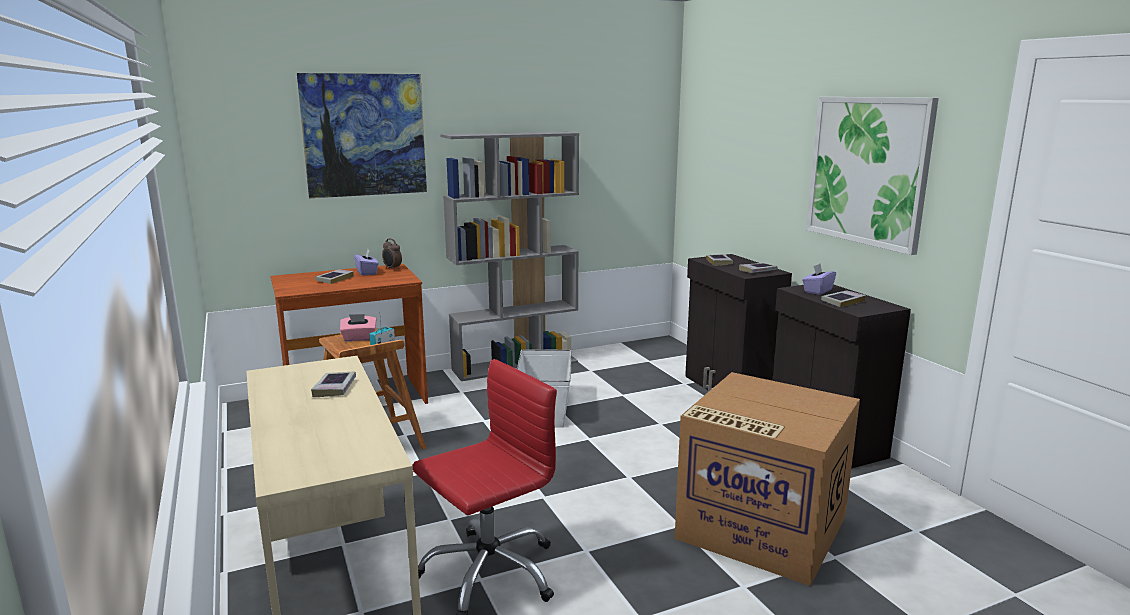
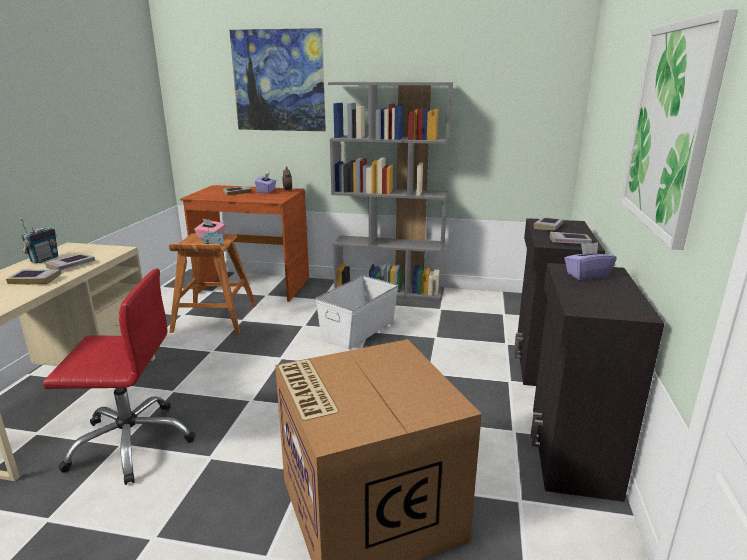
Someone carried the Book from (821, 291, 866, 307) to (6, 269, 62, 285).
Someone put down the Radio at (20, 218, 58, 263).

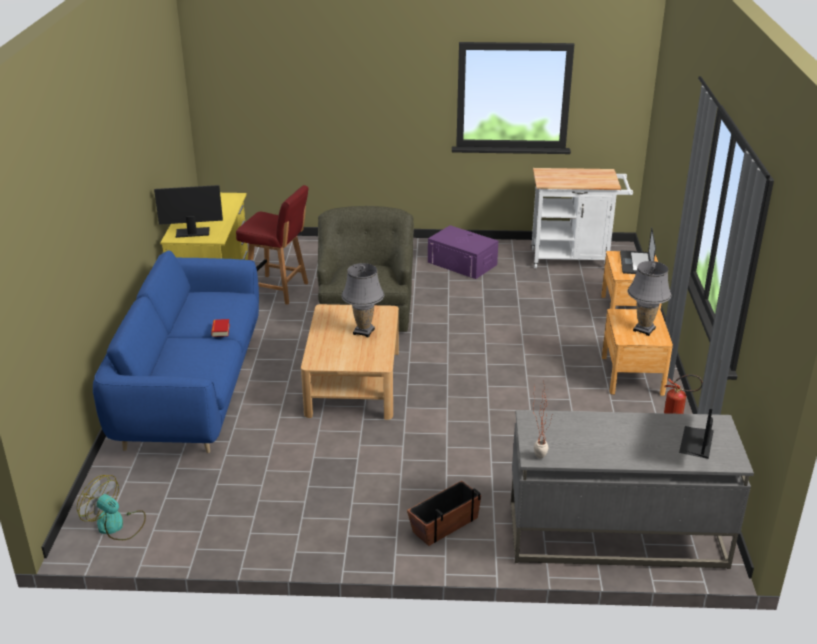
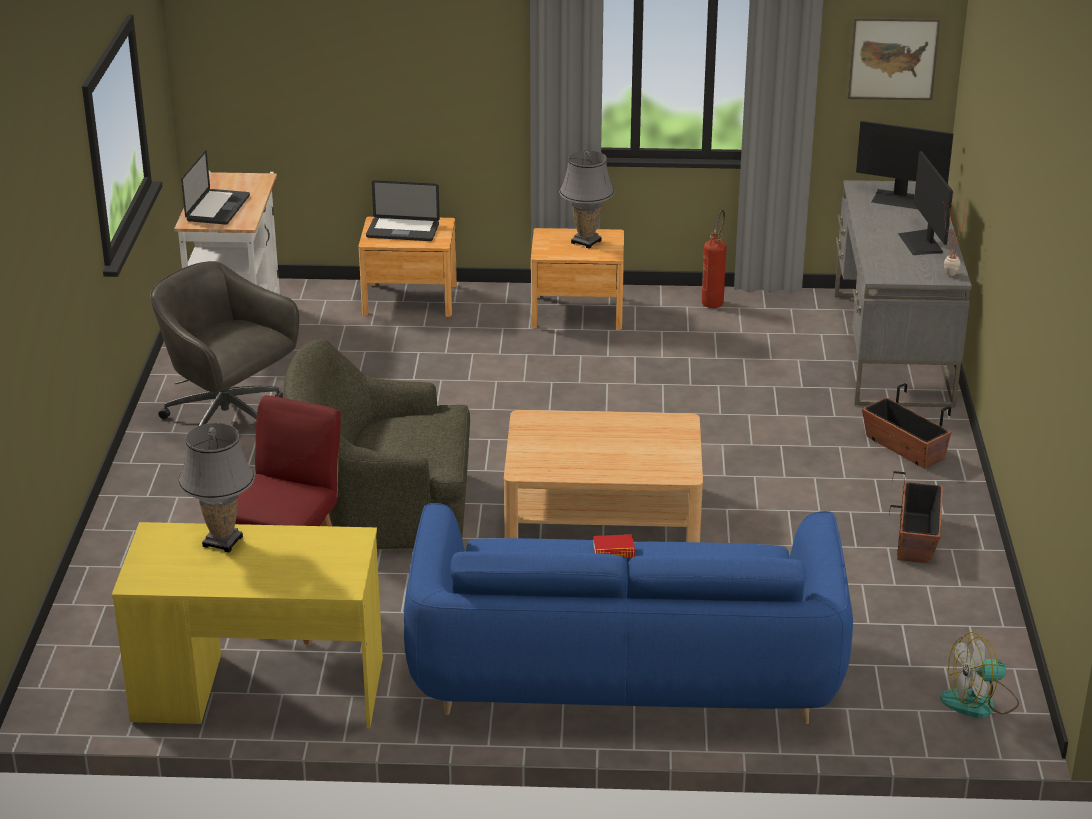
Someone carried the Monitor from (154, 185, 223, 238) to (898, 151, 953, 255).
Someone swapped the PurpleStorageBox at (428, 225, 498, 279) for the GreyOfficeChair at (150, 261, 299, 426).
Someone carried the GreyTableLamp from (342, 263, 384, 338) to (178, 423, 255, 553).
Someone rotated the Fan at (77, 475, 146, 540) by 45 degrees clockwise.
Someone put up the Picture at (847, 18, 940, 100).
Someone put down the Laptop at (181, 150, 250, 225).
Someone put down the Planter at (889, 471, 943, 563).

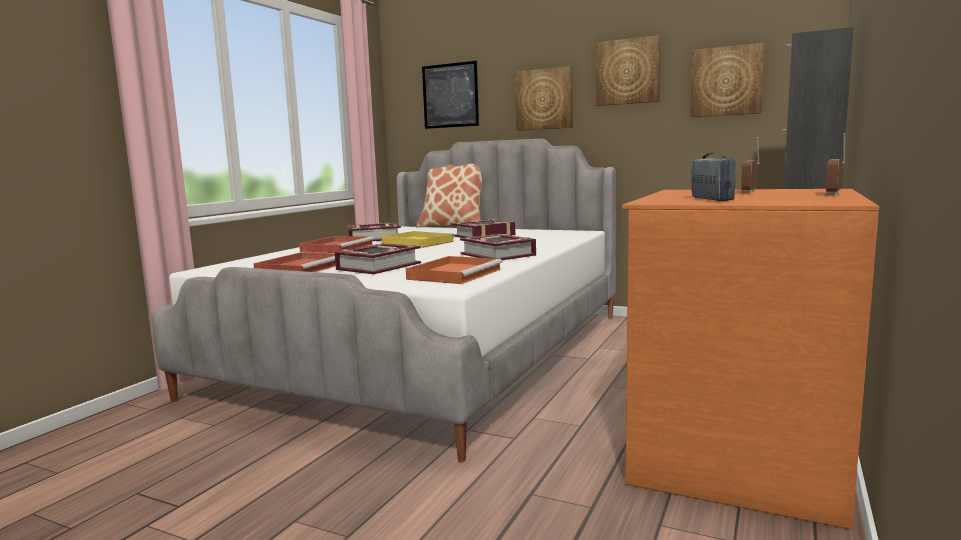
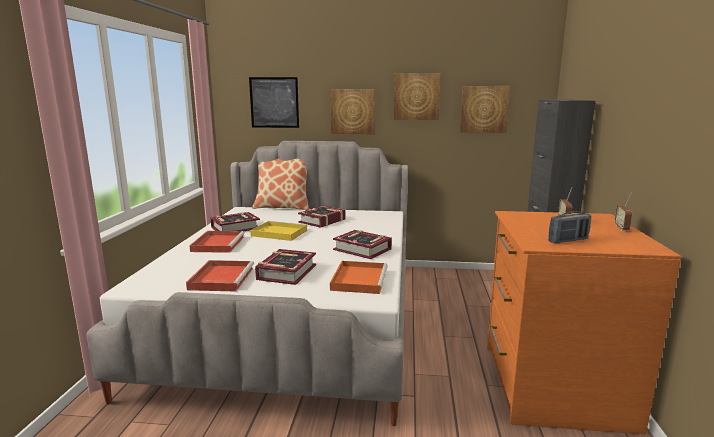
Someone rotated the Radio at (691, 153, 736, 201) by 90 degrees clockwise.

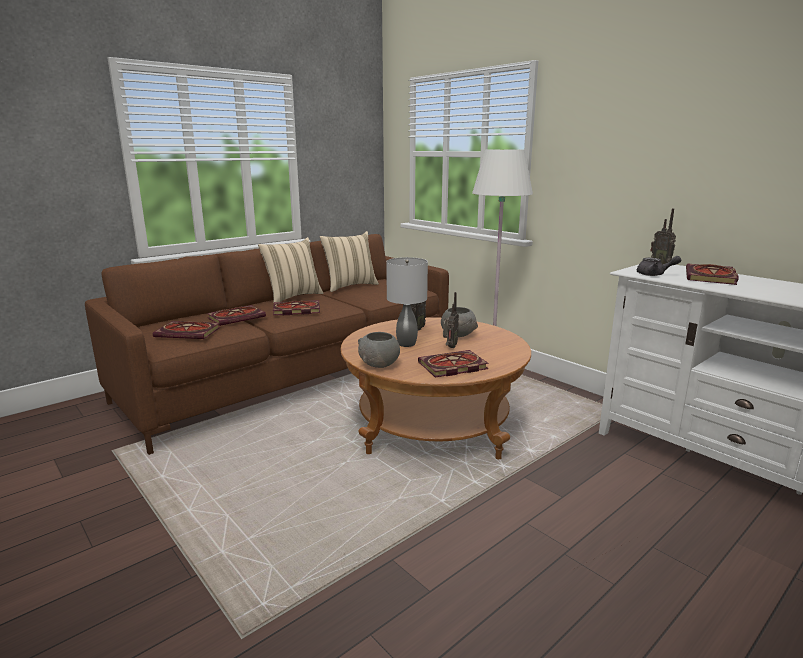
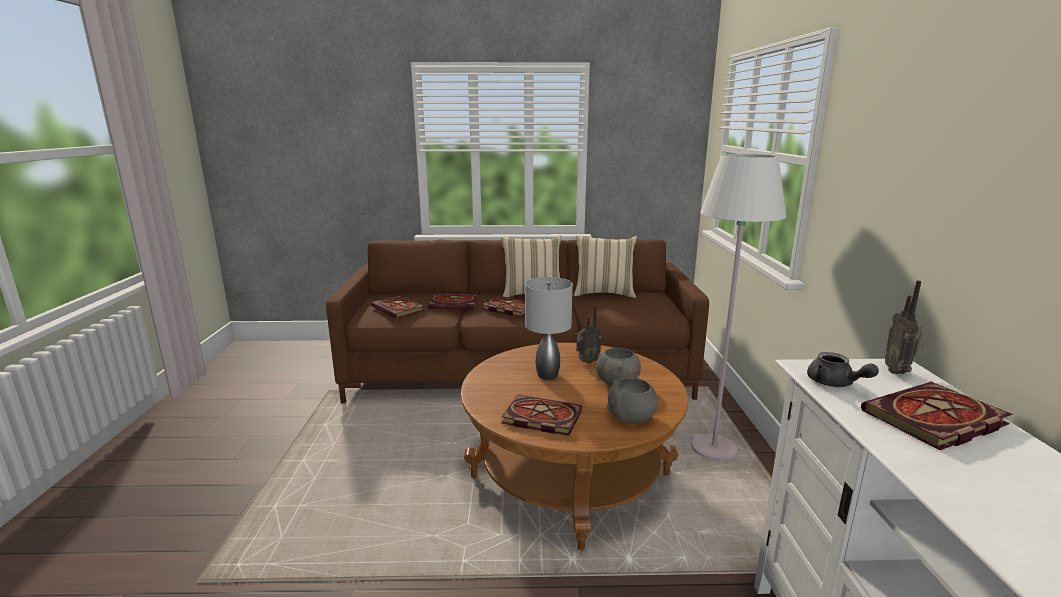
Someone took away the Radio at (443, 292, 459, 348).
Someone carried the GreyBowl from (358, 332, 400, 368) to (606, 377, 658, 424).

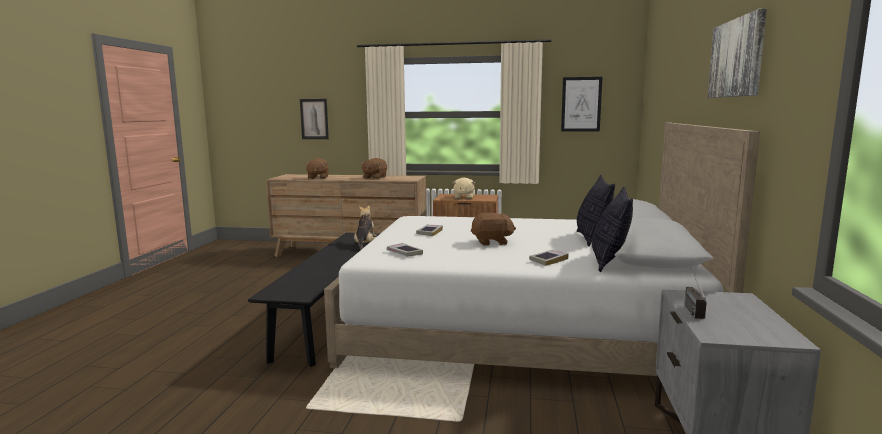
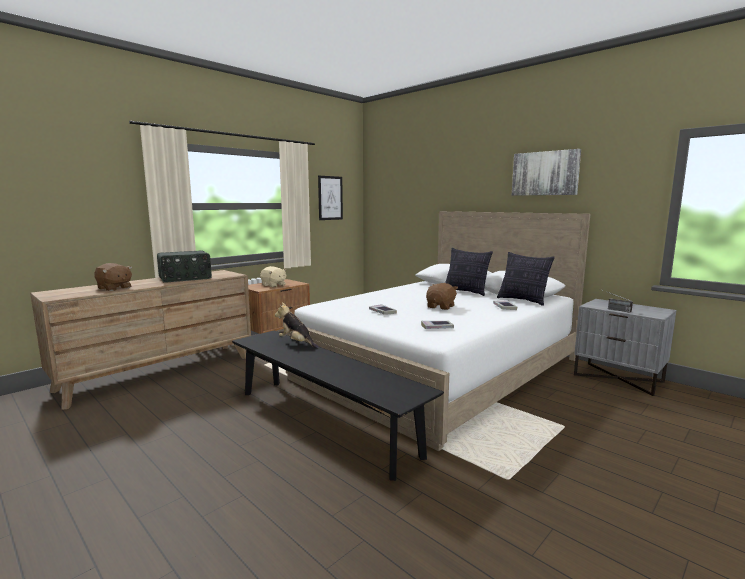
Someone took away the Picture at (300, 99, 329, 139).
Someone swapped the BrownPlushToy at (361, 158, 387, 179) for the Radio at (157, 251, 212, 283).

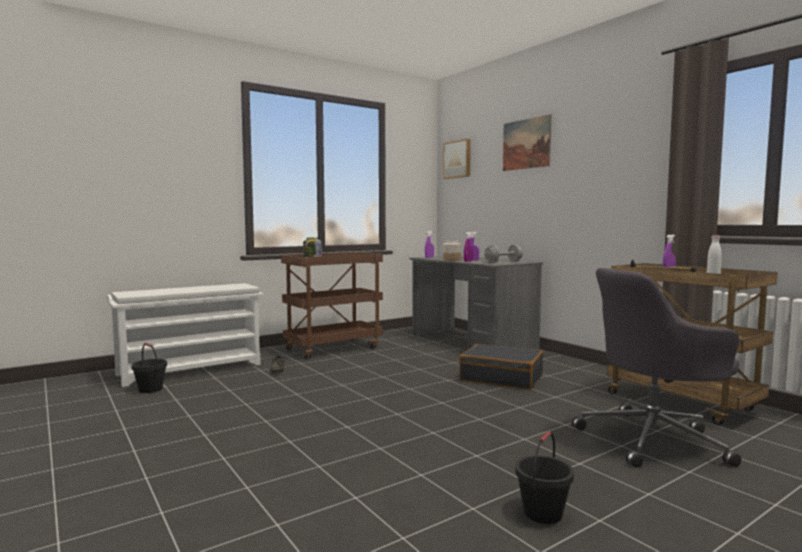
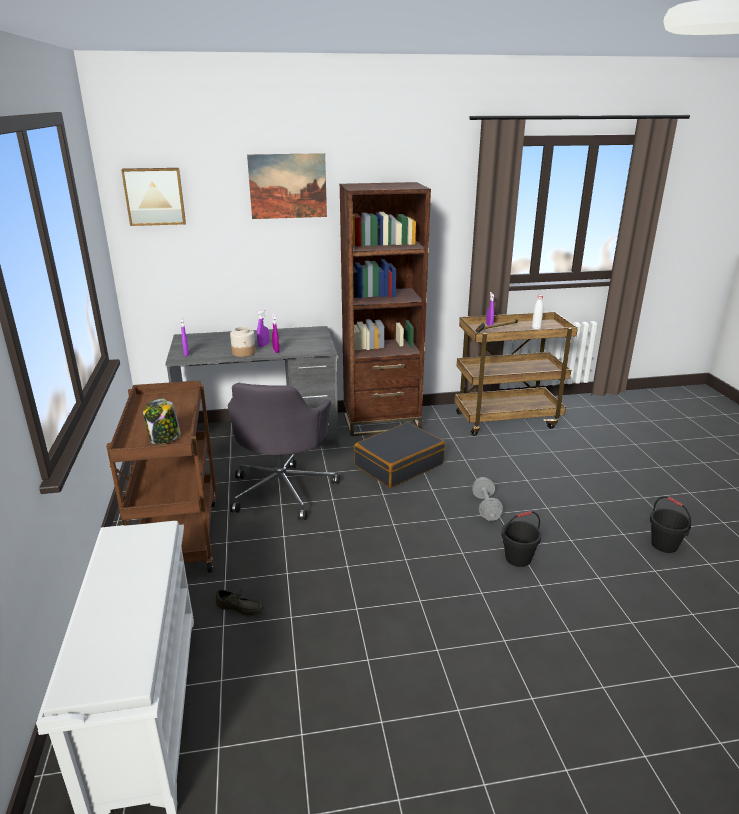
Someone carried the GreyDumbbell from (484, 245, 523, 263) to (472, 477, 503, 521).
Someone carried the GreyOfficeChair from (572, 268, 741, 467) to (228, 383, 340, 520).
Someone carried the BlackBucket from (131, 343, 167, 393) to (501, 511, 541, 567).
Someone put down the BrownBookcase at (340, 182, 431, 436).

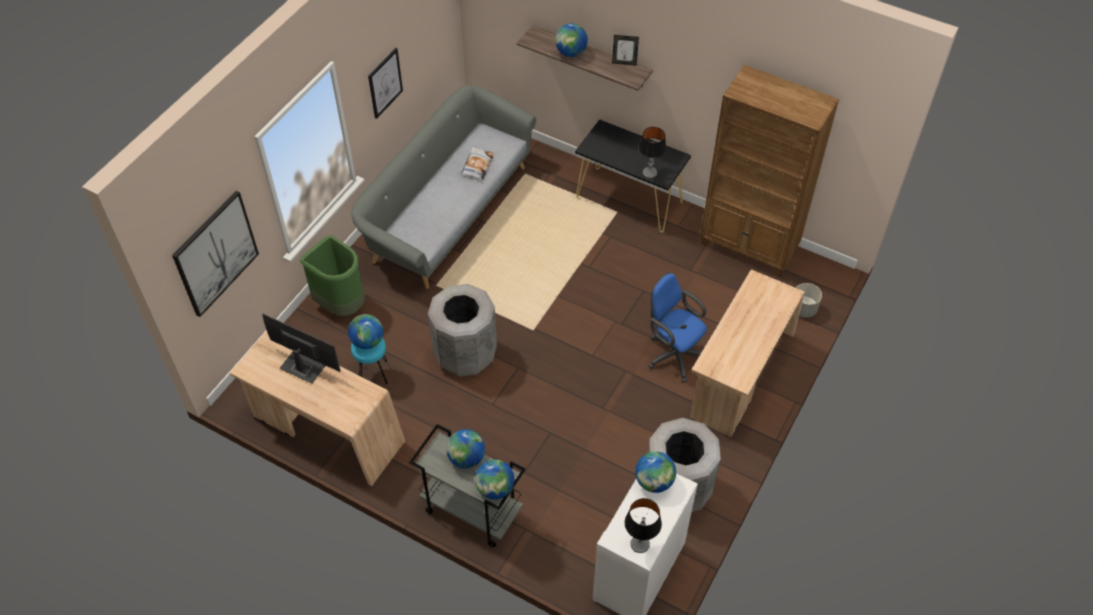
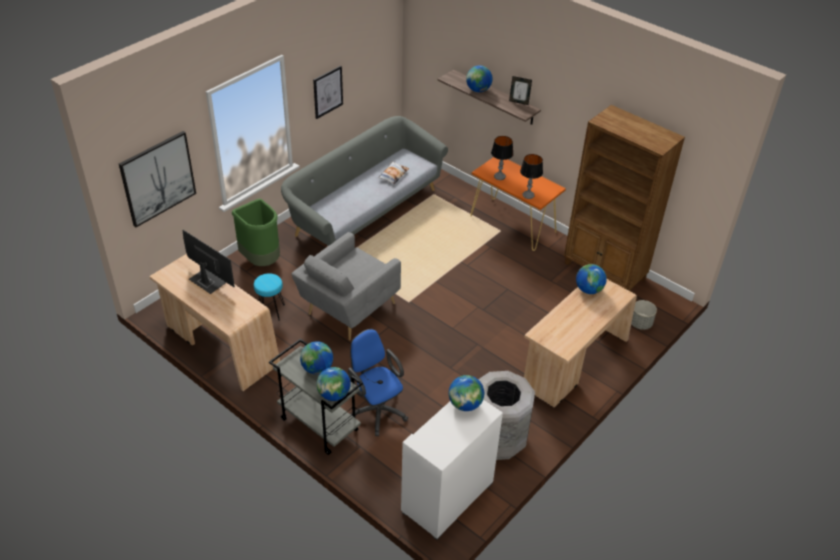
Someone repainted the BlackConsoleTable at (575, 119, 691, 233), which became the OrangeConsoleTable at (470, 157, 566, 251).
Someone carried the BlueOfficeChair from (648, 273, 707, 382) to (348, 329, 408, 436).
Someone swapped the GreyTrashCan at (428, 284, 497, 377) for the GreyArmchair at (291, 232, 401, 341).
Someone carried the Globe from (348, 314, 383, 349) to (576, 264, 607, 294).
Someone carried the TableLamp from (625, 498, 662, 553) to (491, 136, 513, 180).

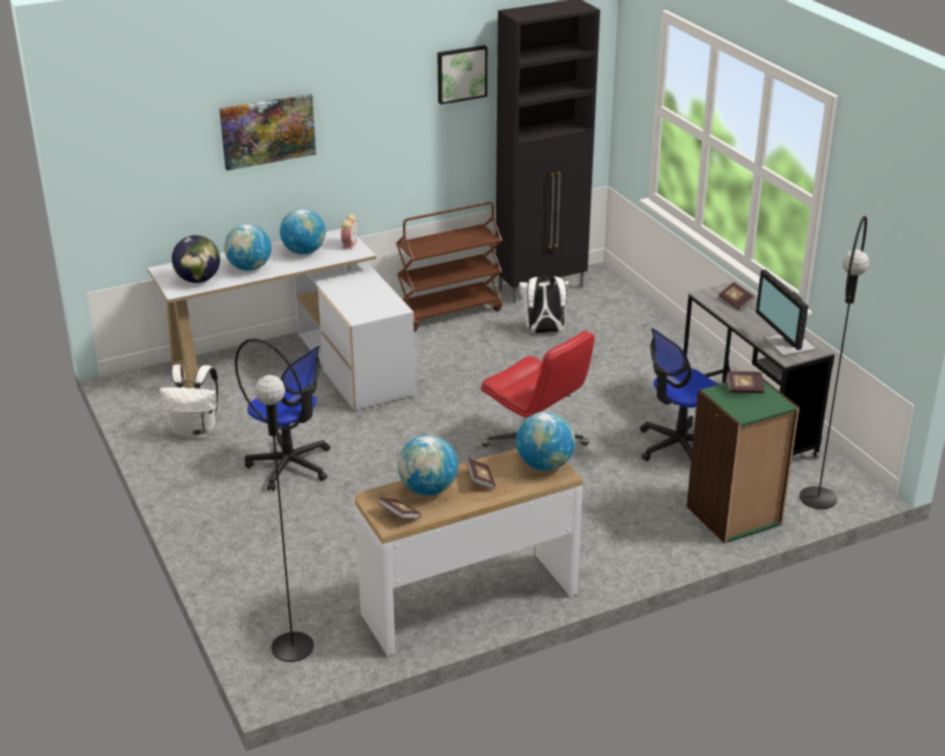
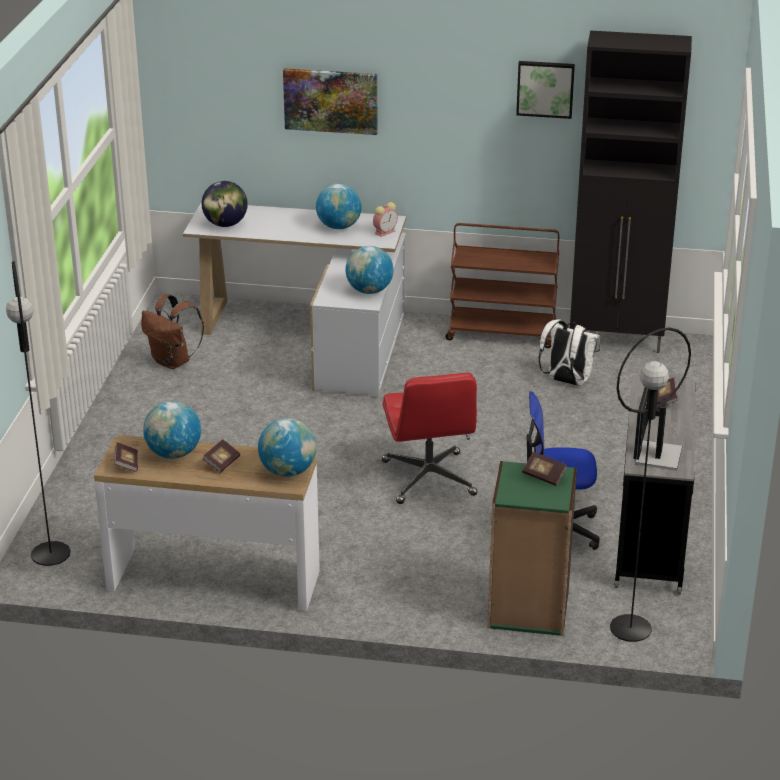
Someone carried the Globe from (224, 224, 271, 271) to (345, 246, 393, 294).
Someone took away the OfficeChair at (245, 346, 330, 491).
Someone repainted the WhiteBackpack at (159, 364, 218, 438), which became the BrownBackpack at (141, 294, 204, 369).

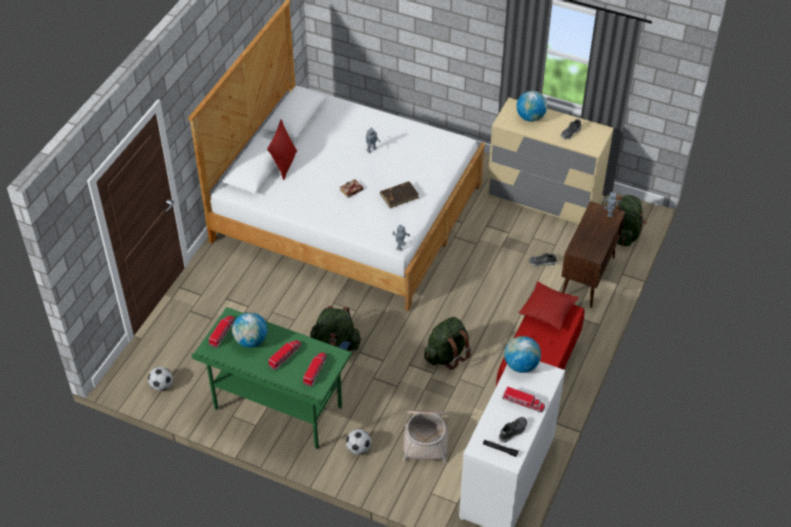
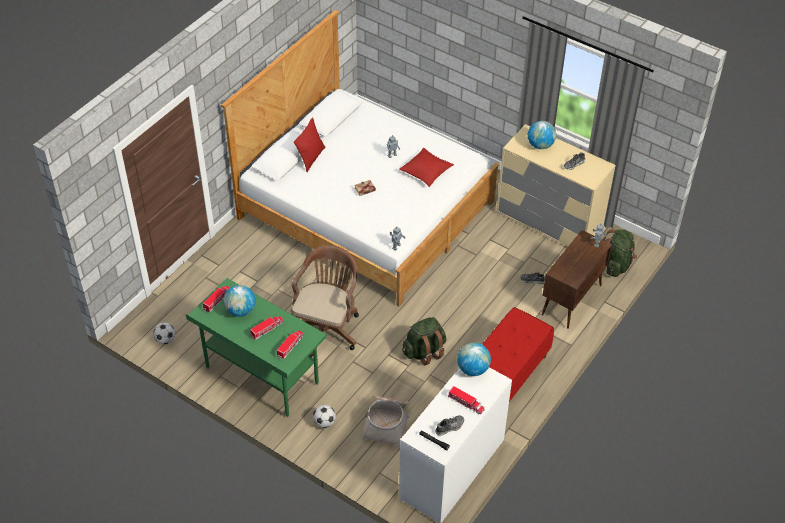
Someone took away the BrownBook at (380, 181, 419, 208).
Someone carried the RedPillow from (518, 281, 579, 330) to (399, 148, 454, 187).
Someone swapped the GreenBackpack at (310, 306, 362, 351) for the BrownOfficeChair at (291, 245, 359, 357).

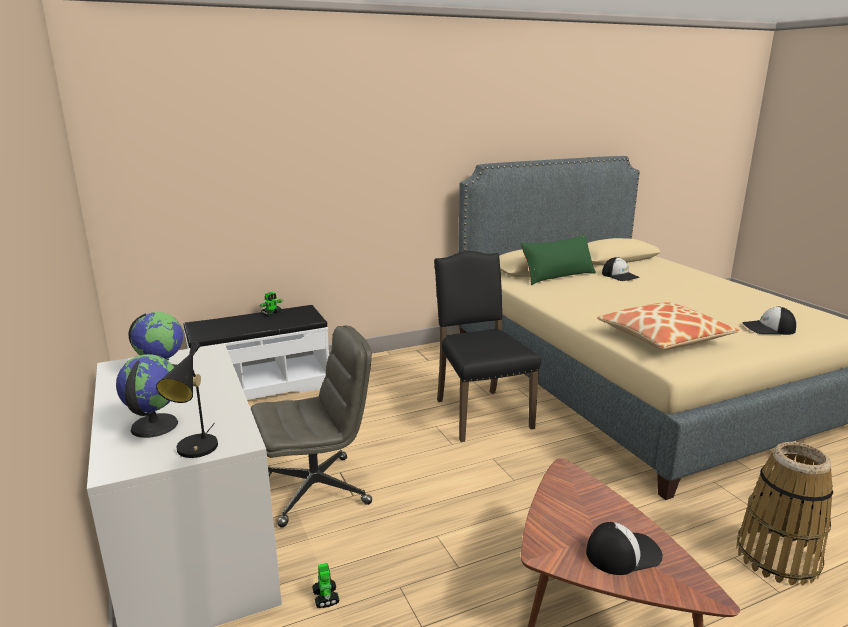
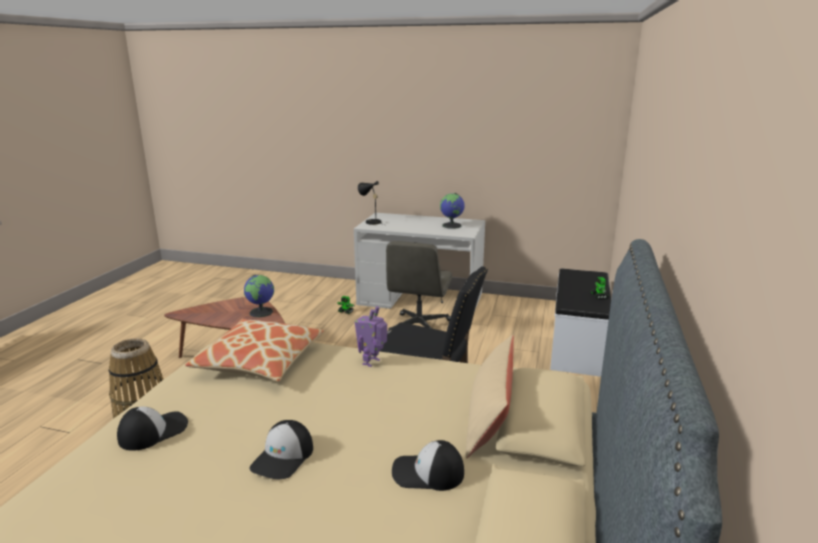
Someone repainted the GreenPillow at (520, 234, 596, 285), which became the BeigePillow at (466, 334, 514, 459).
Someone carried the Globe from (116, 354, 178, 438) to (244, 274, 274, 317).
Someone carried the Cap from (586, 522, 663, 575) to (250, 420, 313, 479).
Someone put down the ToyRobot at (355, 306, 387, 367).

